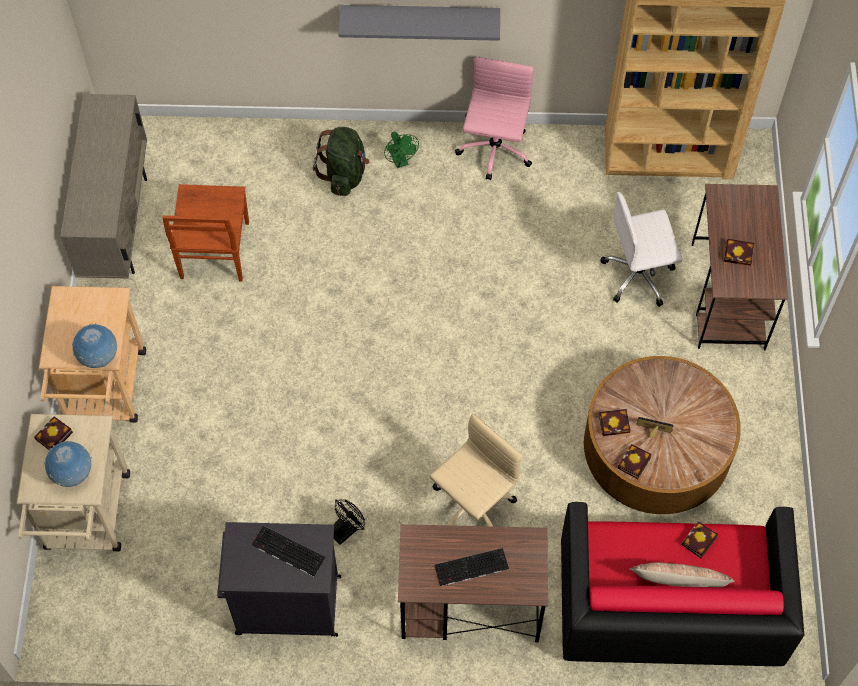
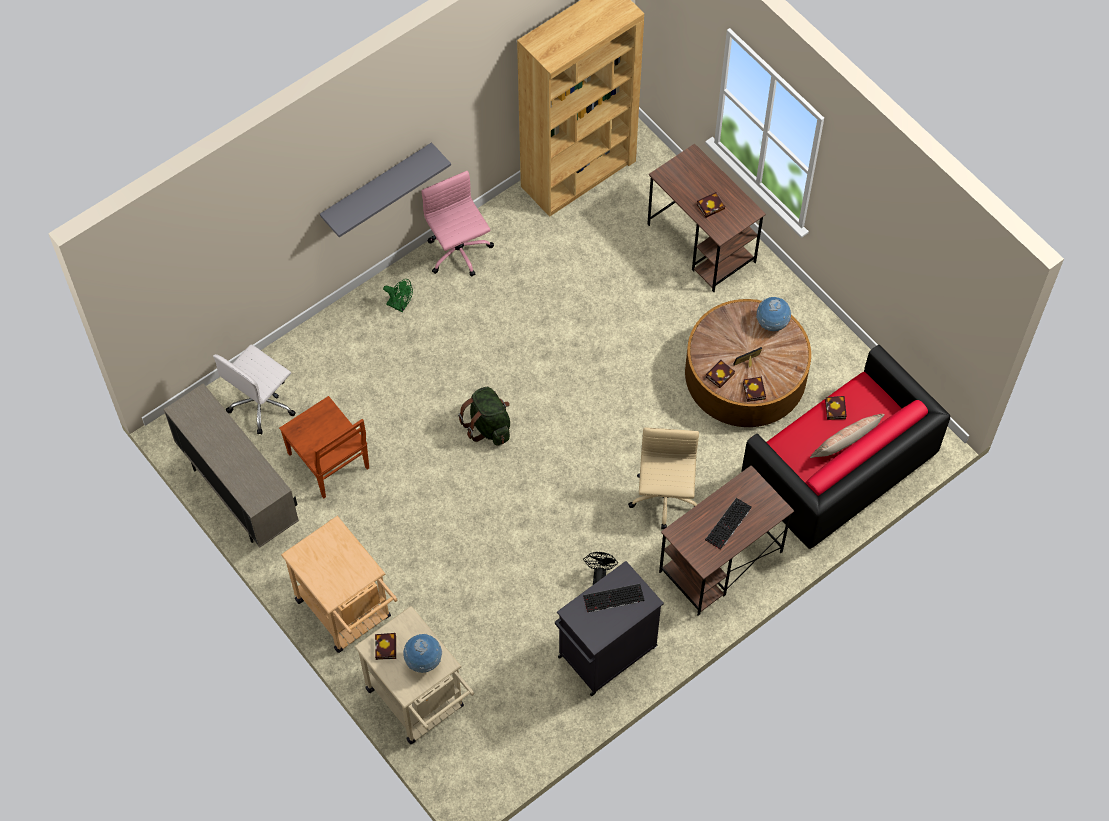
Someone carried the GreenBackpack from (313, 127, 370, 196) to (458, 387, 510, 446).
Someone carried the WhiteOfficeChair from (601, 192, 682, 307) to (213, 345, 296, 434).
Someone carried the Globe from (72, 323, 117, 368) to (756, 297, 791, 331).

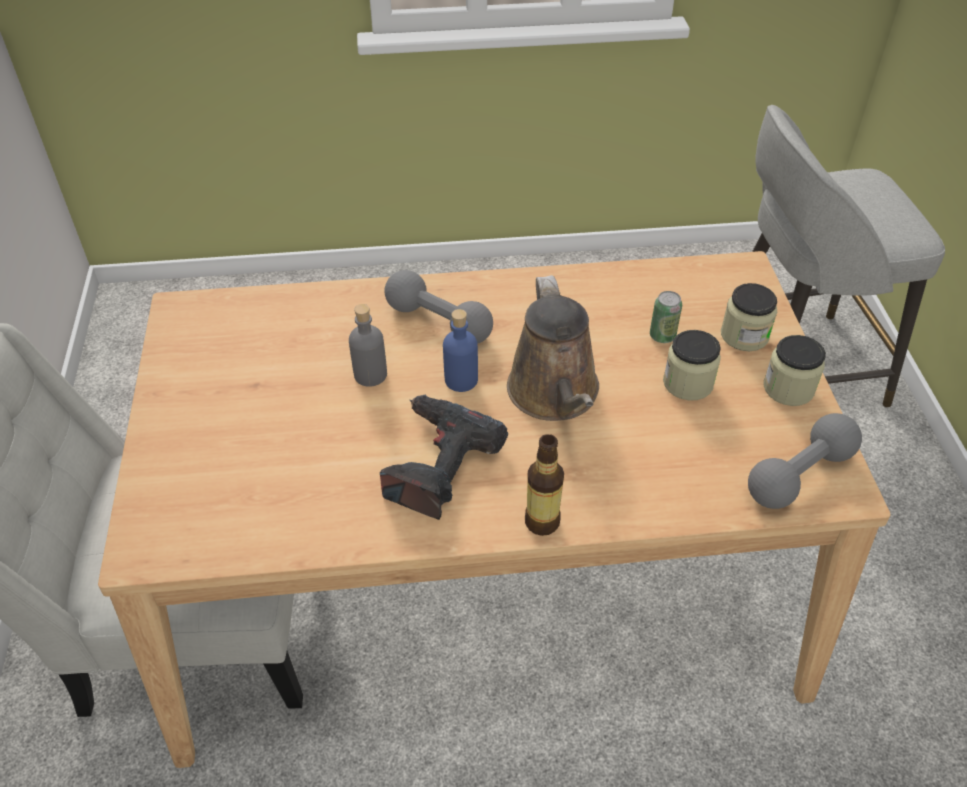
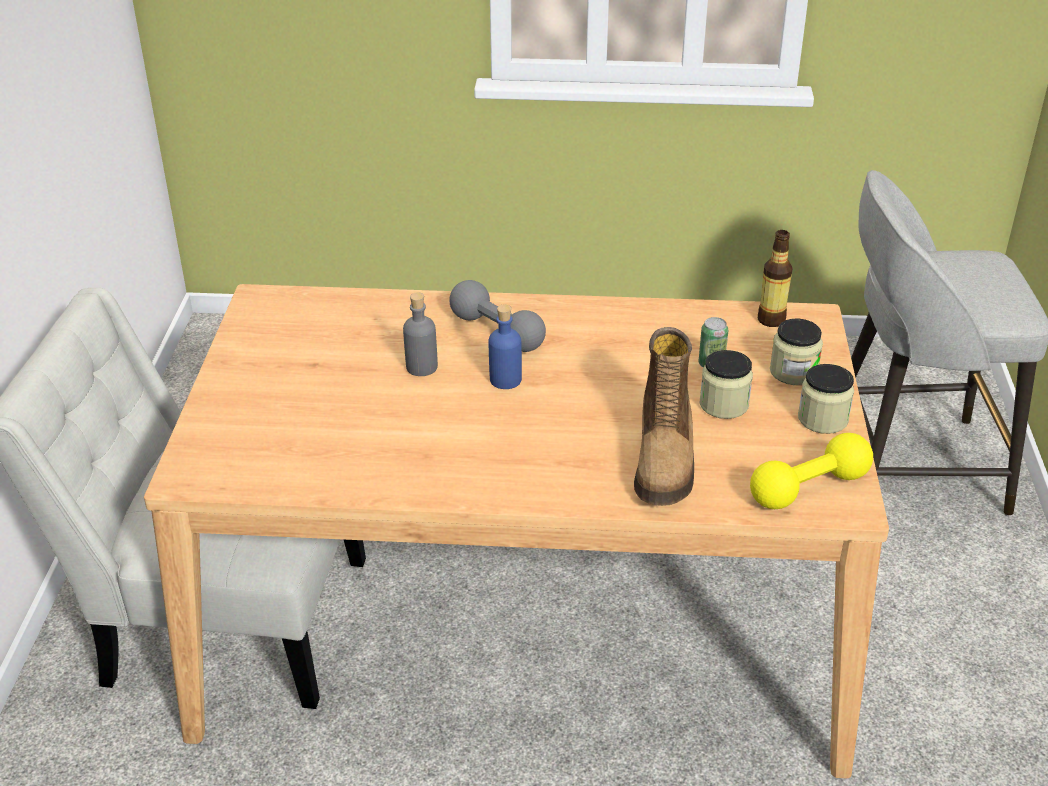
Someone took away the BrownWateringCan at (507, 275, 599, 421).
Someone took away the PowerDrill at (380, 394, 508, 520).
Someone repainted the GreyDumbbell at (748, 413, 862, 509), which became the YellowDumbbell at (750, 433, 873, 509).
Someone carried the Bottle from (525, 434, 564, 536) to (758, 230, 793, 327).
Someone put down the Boot at (634, 327, 694, 506).

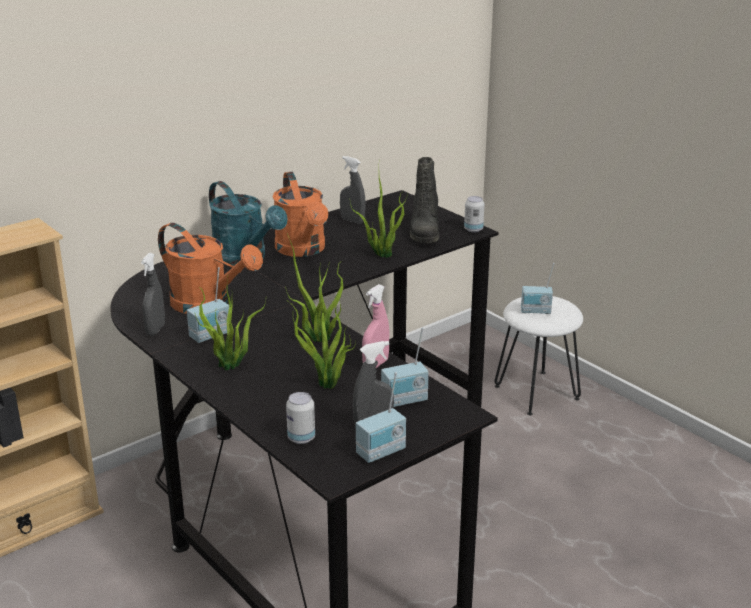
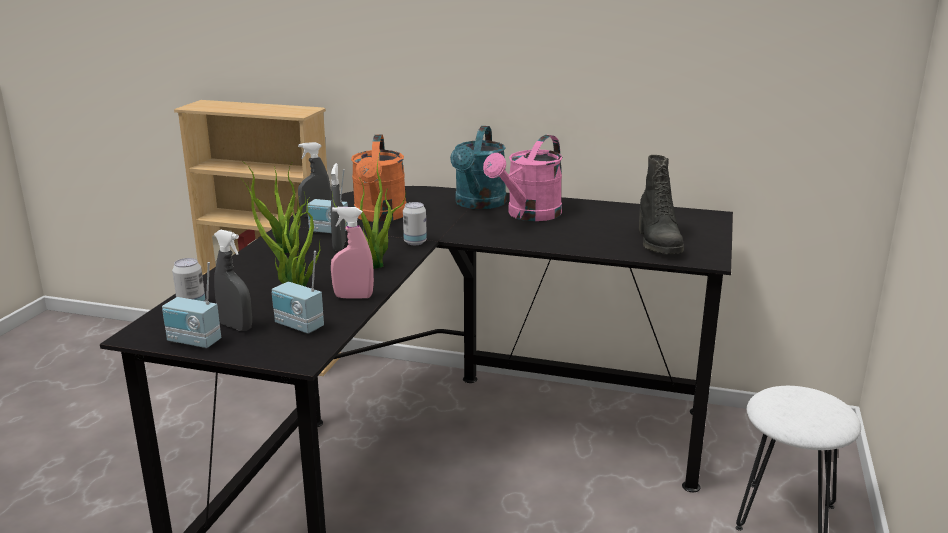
Someone carried the GreySprayBottle from (340, 156, 366, 224) to (331, 163, 346, 251).
Someone rotated the BlackBoot at (410, 157, 439, 243) by 60 degrees counterclockwise.
Someone repainted the OrangeWateringCan at (273, 172, 328, 257), which became the PinkWateringCan at (483, 135, 562, 221).
Someone took away the PottedPlant at (350, 177, 408, 258).
Someone carried the Can from (464, 196, 485, 233) to (403, 202, 427, 245).
Someone took away the Radio at (521, 263, 554, 314).

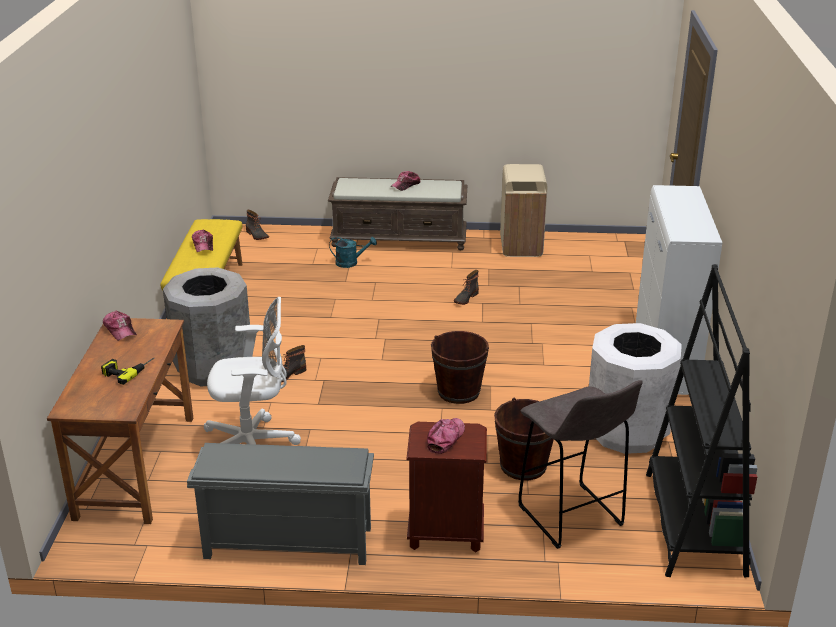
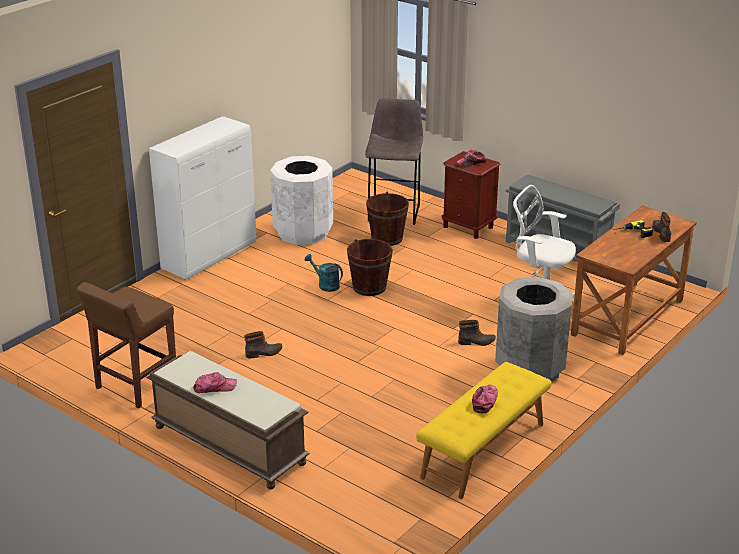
Someone swapped the BeigeTrashCan at (500, 164, 547, 257) for the BrownStool at (77, 282, 176, 409).
Someone carried the Boot from (246, 210, 269, 240) to (652, 212, 671, 242).
Someone carried the TurquoiseWateringCan from (329, 237, 377, 268) to (304, 254, 343, 292).
Someone took away the BlackBookcase at (646, 264, 757, 578).
Someone took away the Cap at (103, 311, 137, 341).

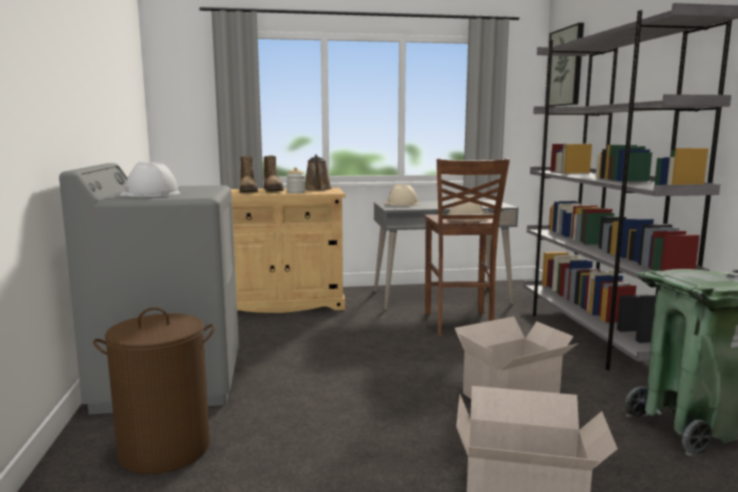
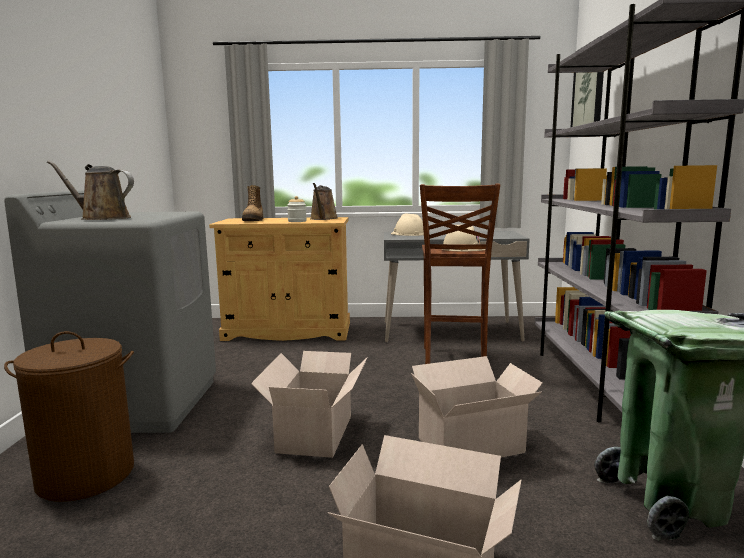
Someone took away the Boot at (263, 155, 284, 192).
Someone swapped the WhiteHardHat at (119, 162, 180, 197) for the BrownWateringCan at (47, 161, 134, 220).
Someone put down the CardboardBox at (251, 351, 368, 458).

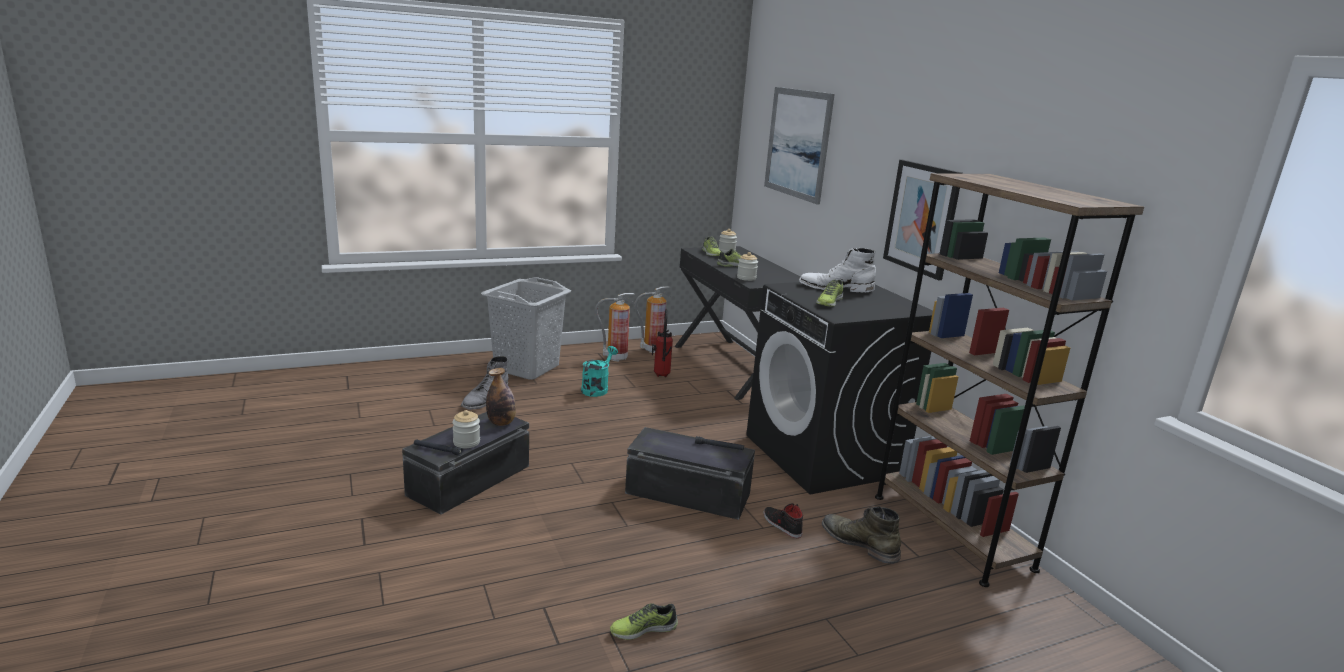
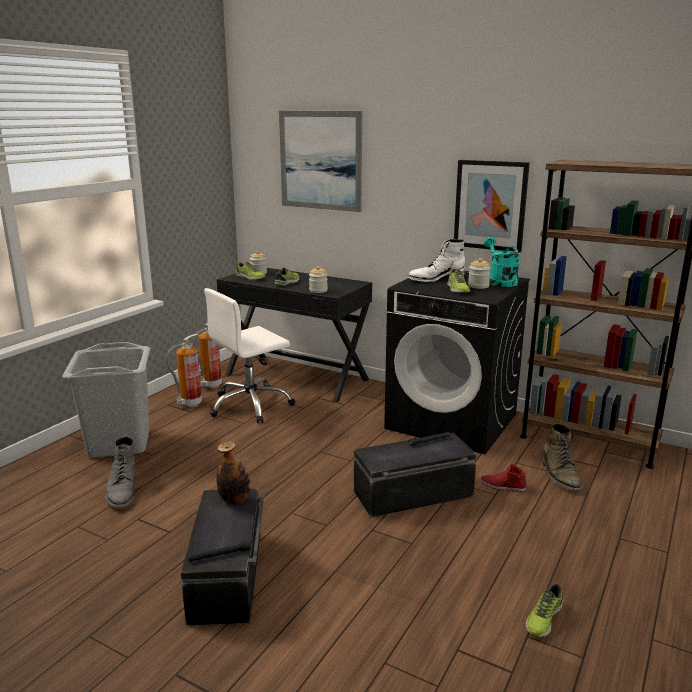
Someone swapped the FireExtinguisher at (652, 309, 673, 377) for the WhiteOfficeChair at (204, 288, 295, 423).
Someone carried the TurquoiseWateringCan from (581, 346, 618, 397) to (484, 237, 520, 287).
Someone carried the Jar from (452, 410, 480, 448) to (468, 258, 491, 289).
Someone repainted the BlackShoe at (763, 503, 803, 538), which became the RedShoe at (481, 463, 526, 492).
Someone rotated the GreenBoot at (822, 506, 901, 564) by 105 degrees counterclockwise.

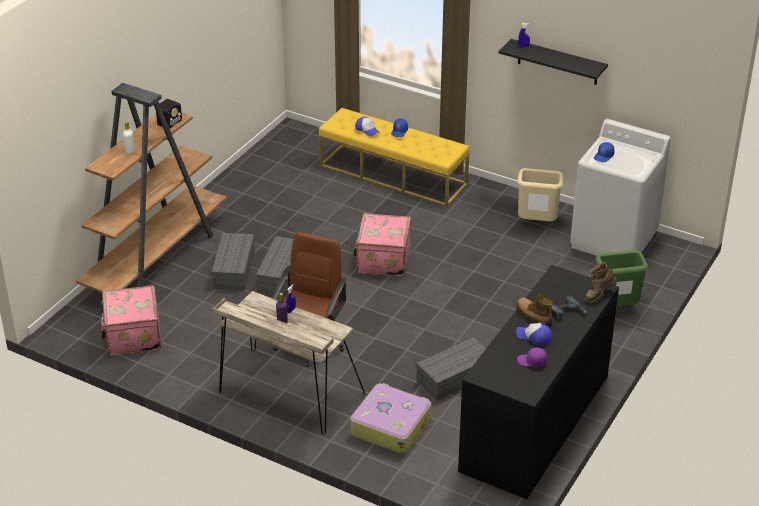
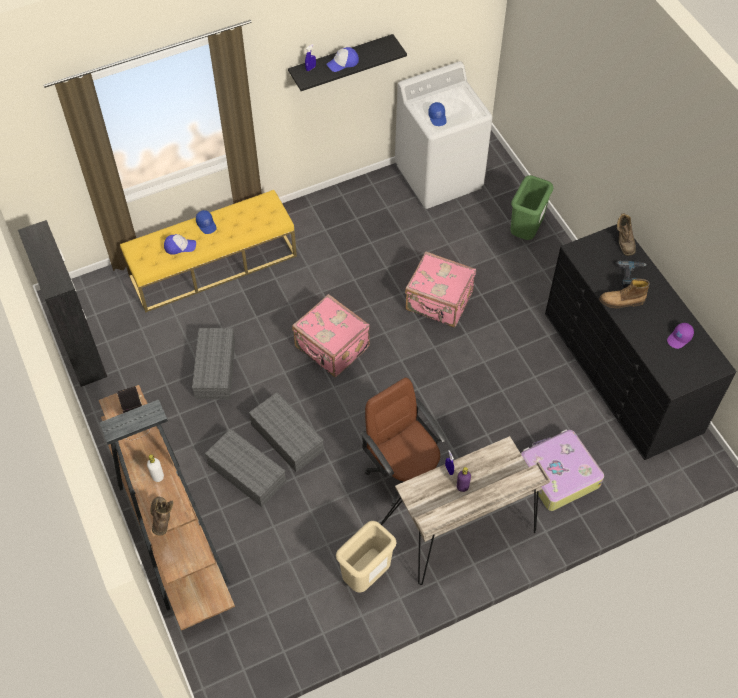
Someone carried the BeigeTrashCan from (517, 168, 564, 221) to (336, 521, 397, 593).
Someone carried the PinkSuitcase from (101, 285, 161, 356) to (405, 251, 476, 327).
Someone carried the Cap from (516, 323, 552, 345) to (327, 47, 359, 72).
Someone carried the GreyStorageBox from (416, 337, 486, 400) to (192, 328, 235, 400).
Someone put down the BlackCabinet at (18, 220, 107, 387).
Someone put down the BrownBoot at (150, 497, 174, 535).

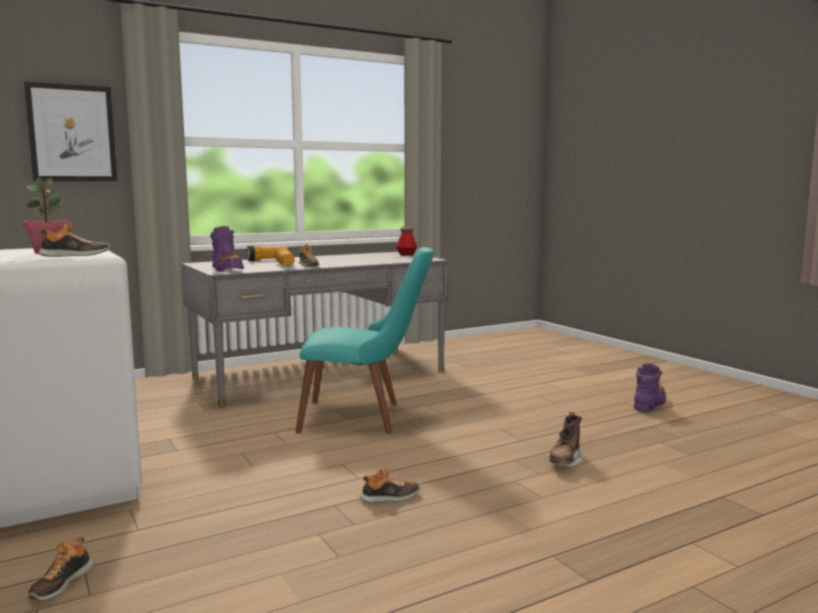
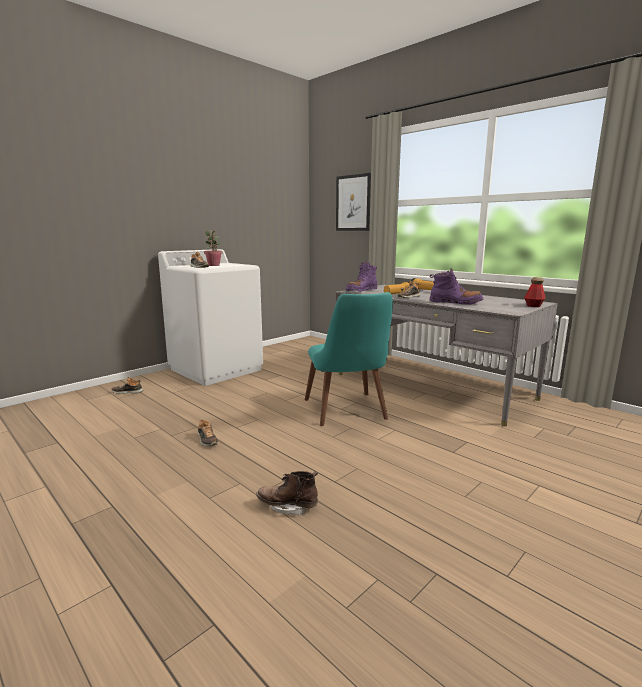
Someone carried the PurpleBoot from (634, 363, 666, 412) to (430, 268, 483, 305).

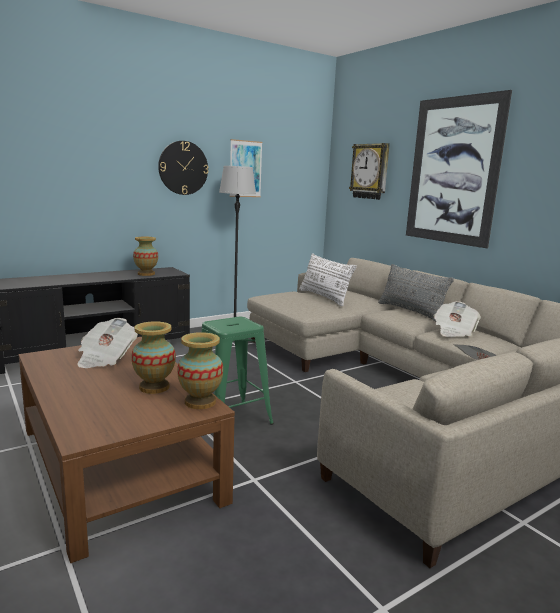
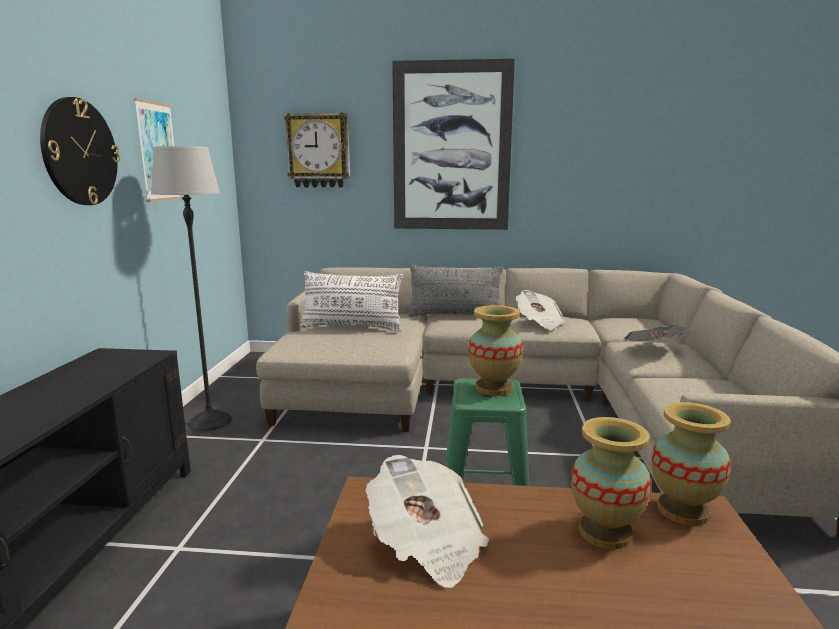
Someone carried the Vase from (133, 237, 158, 276) to (468, 305, 523, 396).

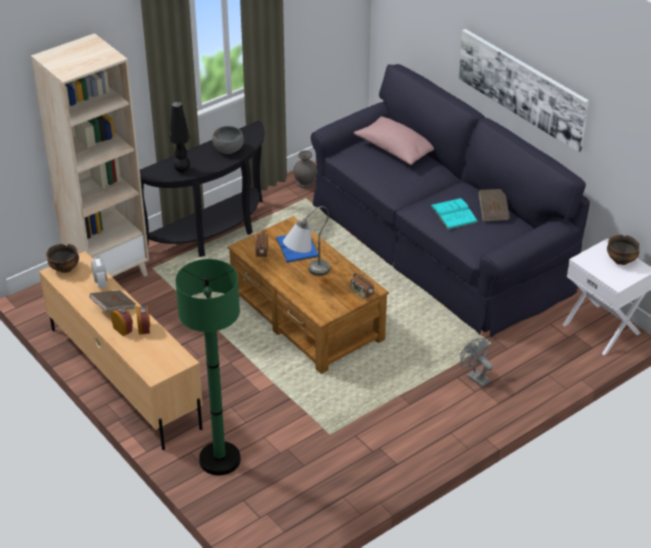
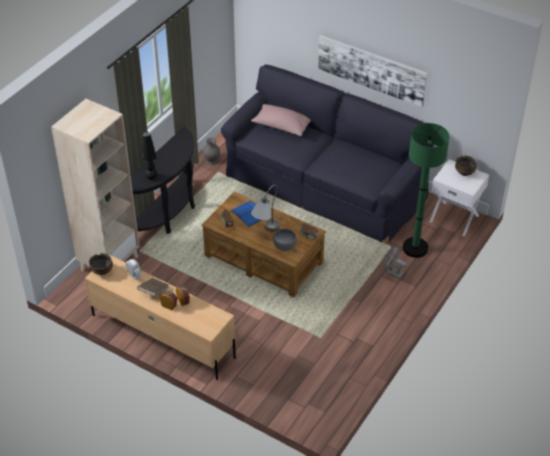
Someone carried the GreyBowl from (212, 126, 244, 154) to (273, 229, 297, 251).
Someone took away the BrownBook at (479, 189, 510, 221).
Someone took away the TurquoiseBook at (430, 198, 478, 230).
Someone carried the GreenFloorLamp from (175, 259, 241, 475) to (403, 123, 450, 258).

